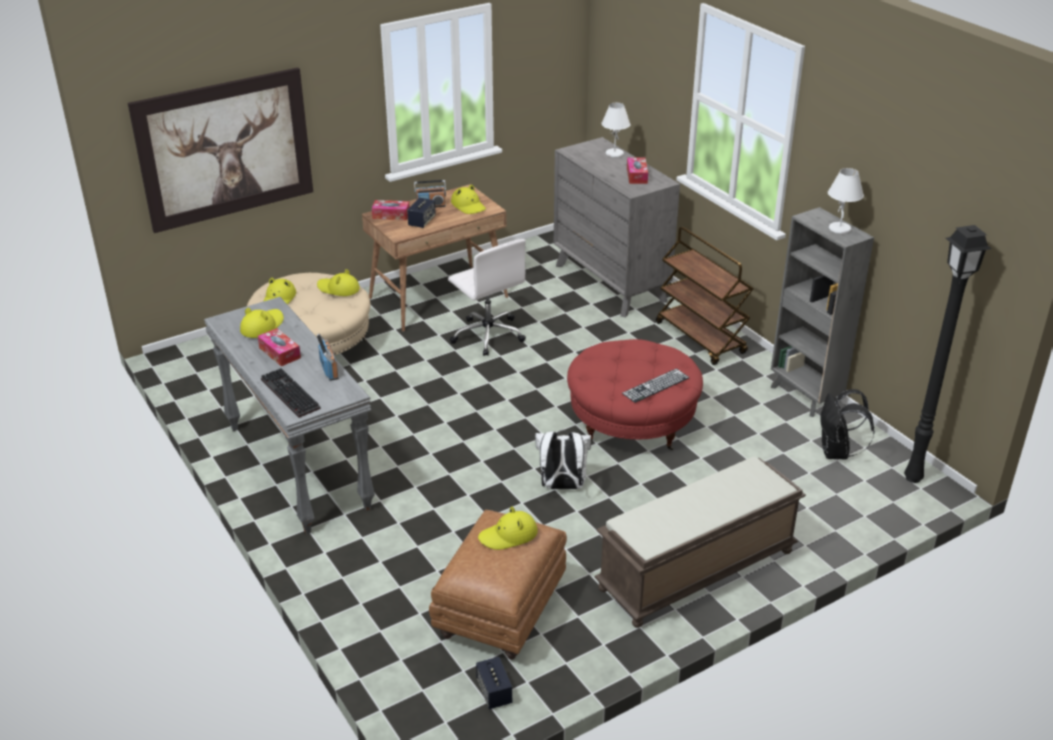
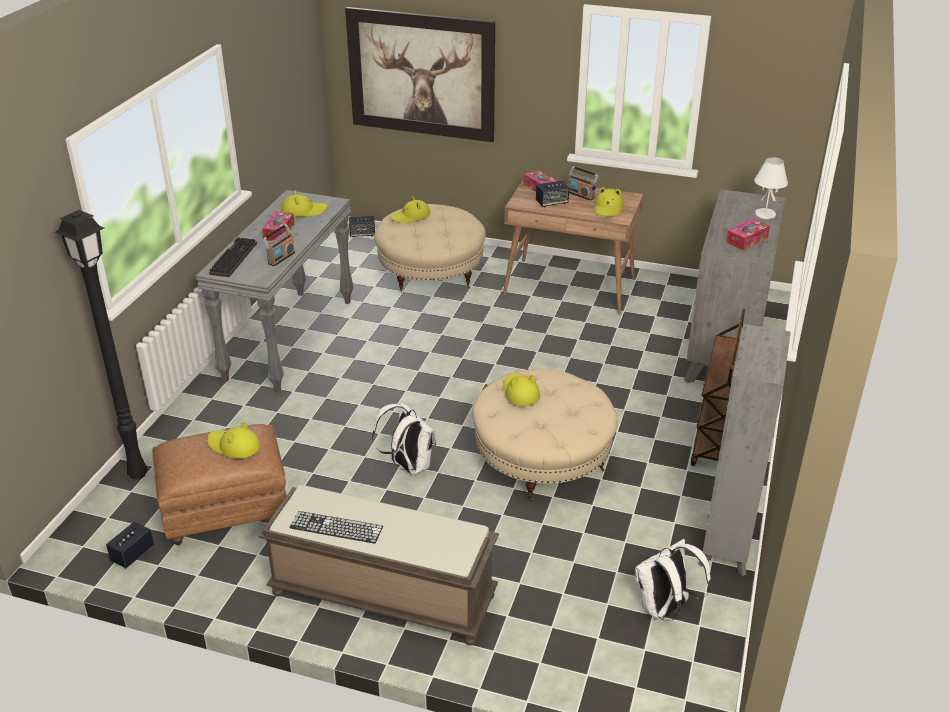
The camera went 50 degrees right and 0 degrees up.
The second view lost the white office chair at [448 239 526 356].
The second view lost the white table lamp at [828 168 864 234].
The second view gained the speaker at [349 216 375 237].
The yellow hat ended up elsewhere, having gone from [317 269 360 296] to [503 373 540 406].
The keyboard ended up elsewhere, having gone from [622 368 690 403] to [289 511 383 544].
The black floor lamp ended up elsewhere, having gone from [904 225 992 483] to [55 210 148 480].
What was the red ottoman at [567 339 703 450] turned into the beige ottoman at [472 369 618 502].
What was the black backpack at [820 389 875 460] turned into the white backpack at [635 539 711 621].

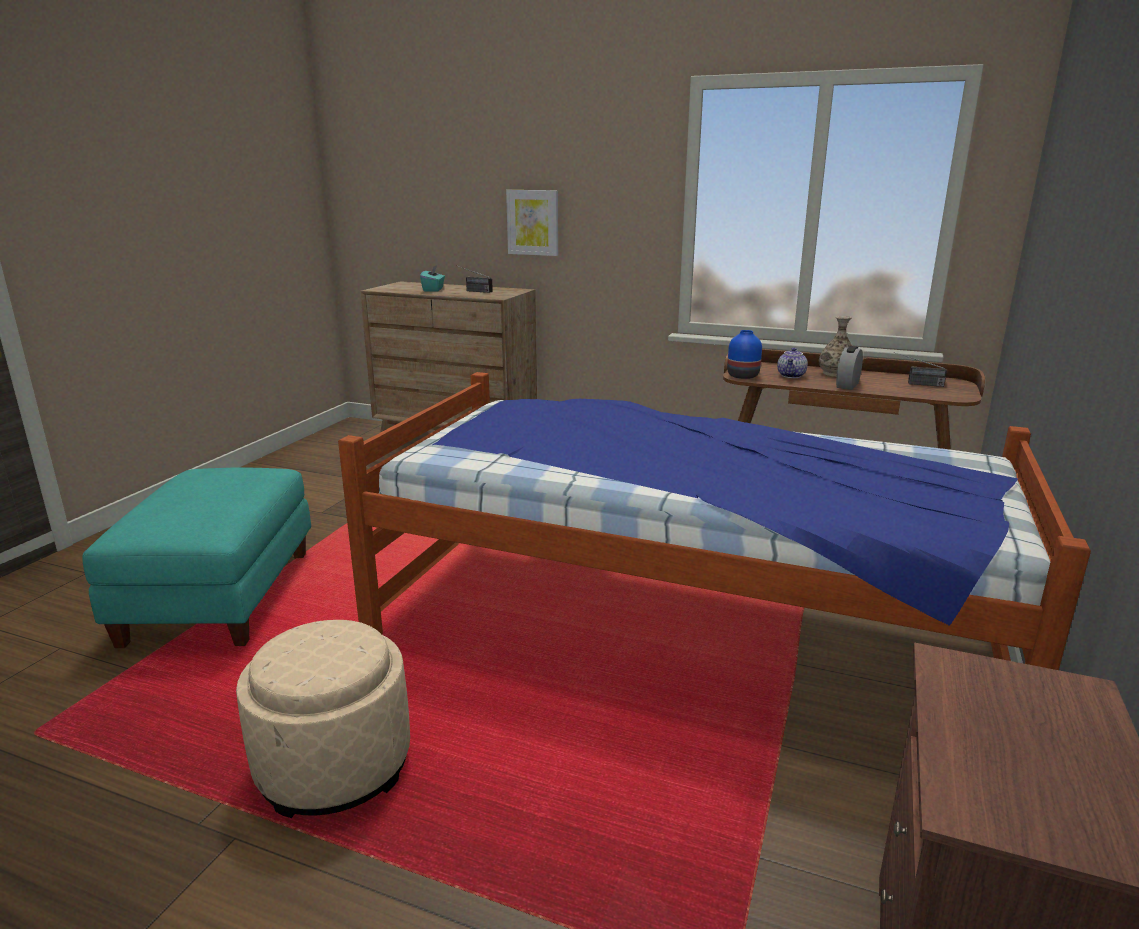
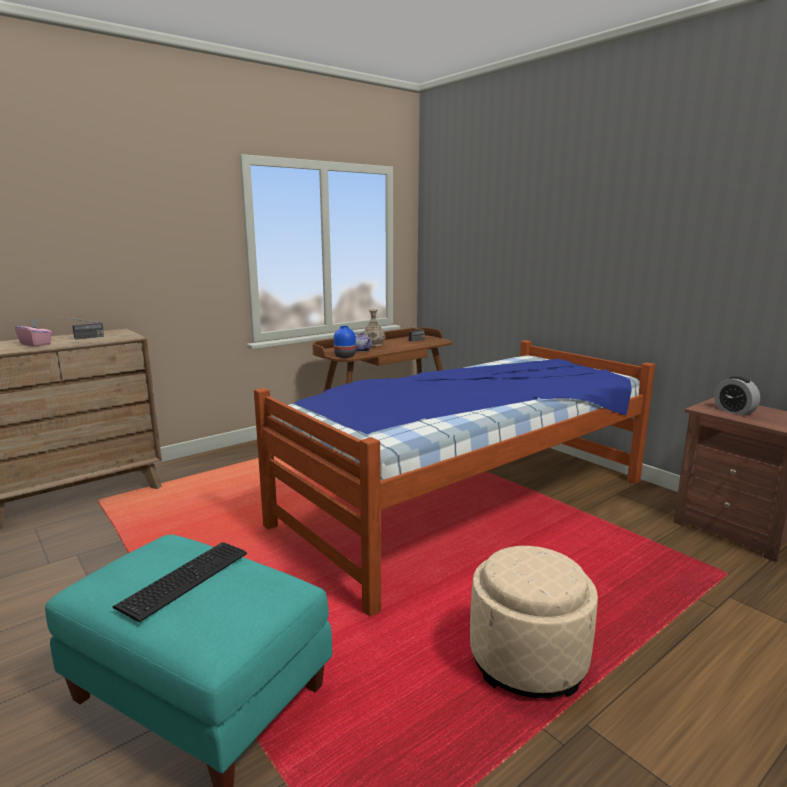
The camera went 60 degrees left and 5 degrees down.
The second view lost the picture at [506 190 558 256].
The second view gained the keyboard at [113 542 247 623].
The alarm clock ended up elsewhere, having gone from [836 346 863 390] to [714 376 760 416].
What was the turquoise tissue box at [420 265 445 292] turned into the pink tissue box at [15 318 52 347].

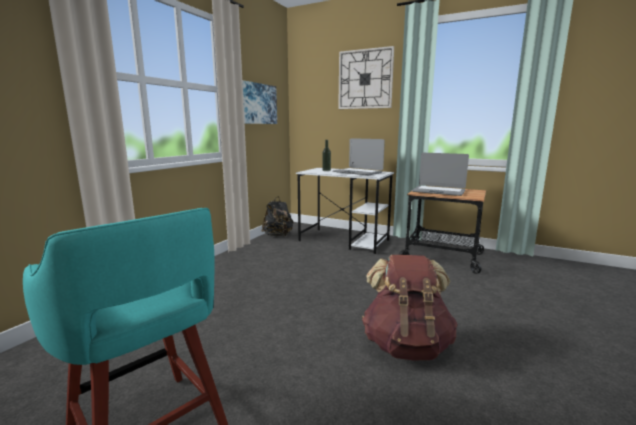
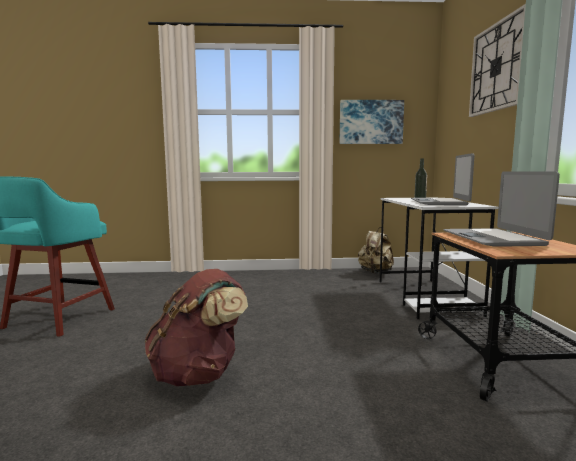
The camera went 60 degrees right and 5 degrees down.
What was the black backpack at [261 197 294 237] turned into the beige backpack at [358 227 394 274].

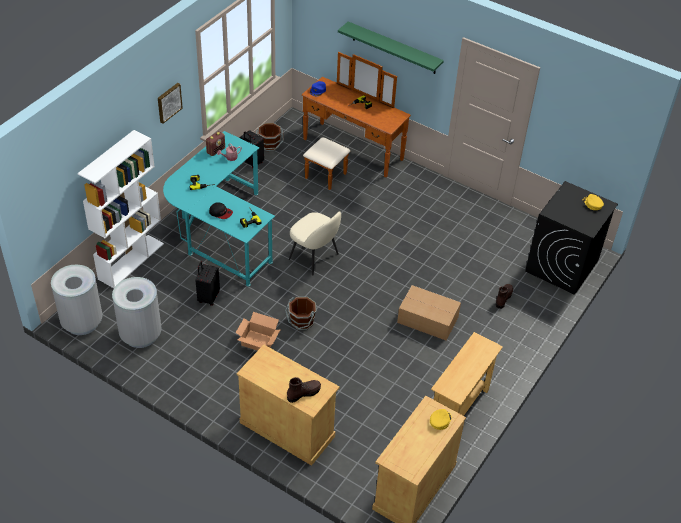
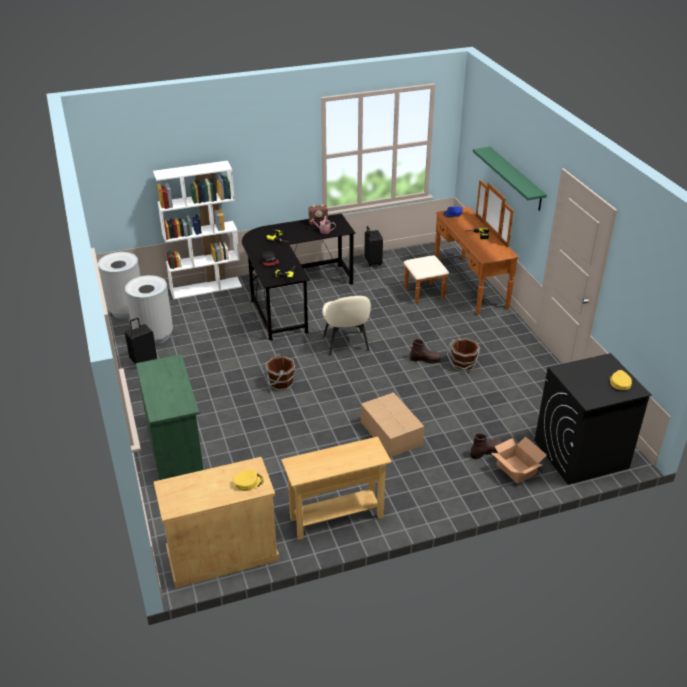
The camera went 40 degrees right and 10 degrees down.
The second view lost the picture at [158 83 183 124].
The black suitcase ended up elsewhere, having gone from [195 261 220 306] to [125 318 157 364].
The cardboard box ended up elsewhere, having gone from [236 312 281 351] to [492 437 547 484].
The brown bucket ended up elsewhere, having gone from [256 123 284 151] to [447 339 480 372].
The brown boot ended up elsewhere, having gone from [287 377 321 403] to [410 339 441 364].
What was the turquoise desk at [163 131 275 286] turned into the black desk at [242 214 356 341].
What was the beige cabinet at [237 345 340 466] turned into the green cabinet at [136 354 205 480].

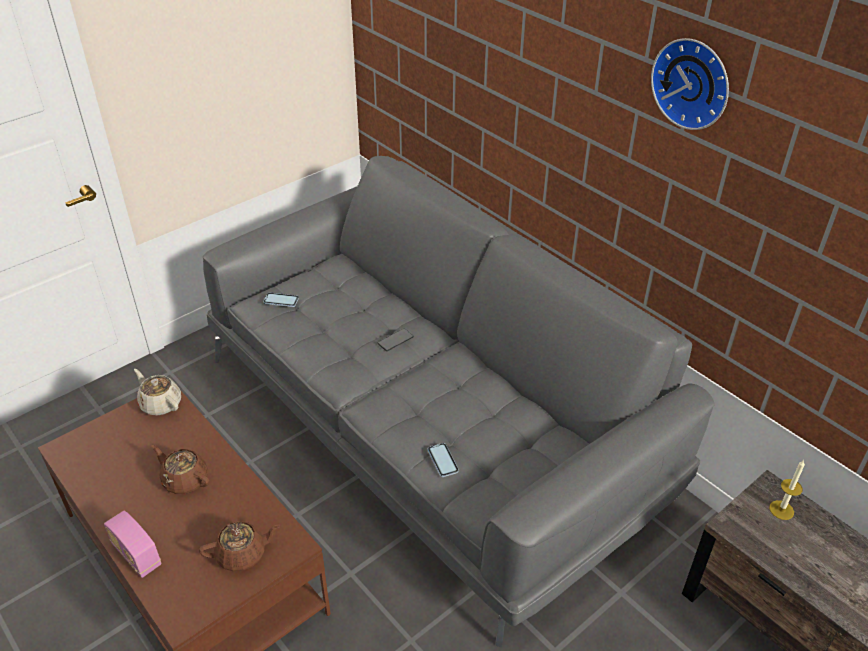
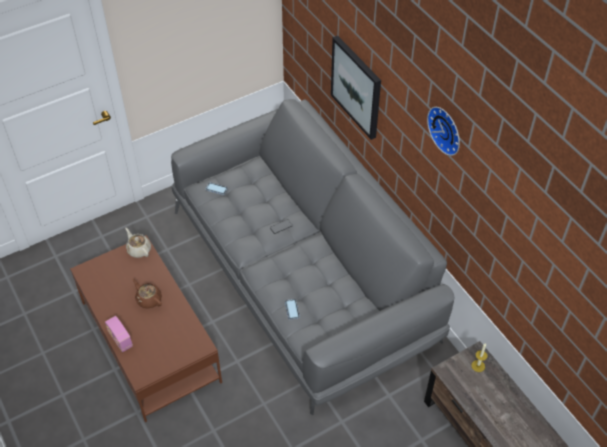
The camera went 10 degrees right and 10 degrees up.
The second view lost the brown teapot at [199 521 280 572].
The second view gained the picture at [331 35 381 140].

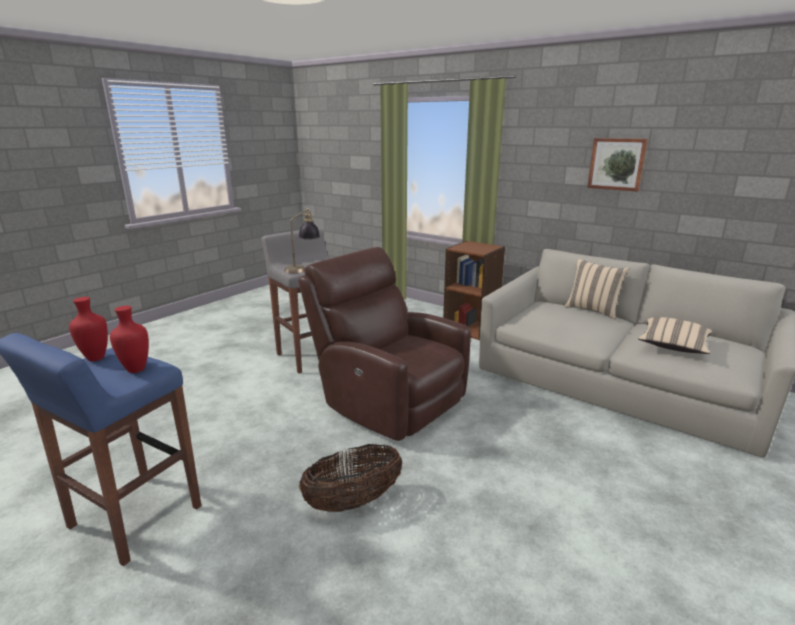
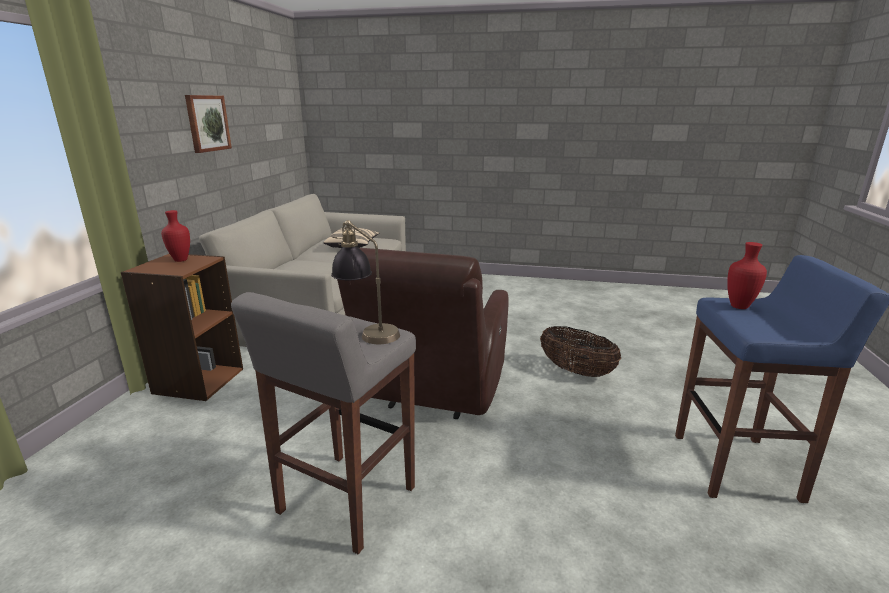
The camera went 115 degrees left and 0 degrees up.
The second view lost the beige pillow at [565 259 630 319].
The red vase ended up elsewhere, having gone from [69 297 108 361] to [161 210 190 262].

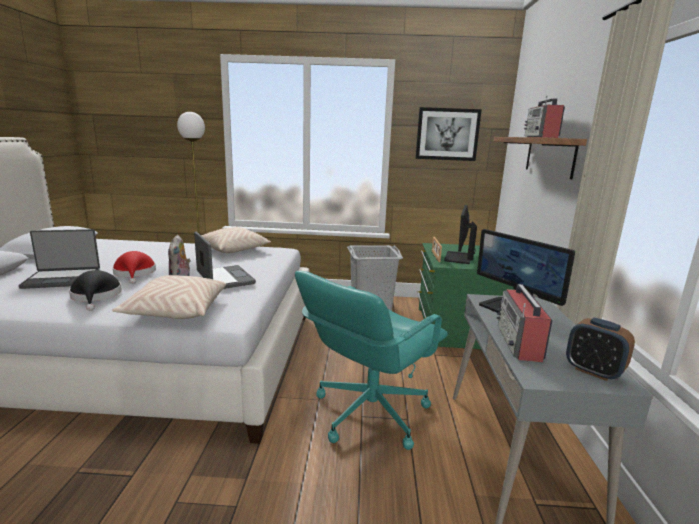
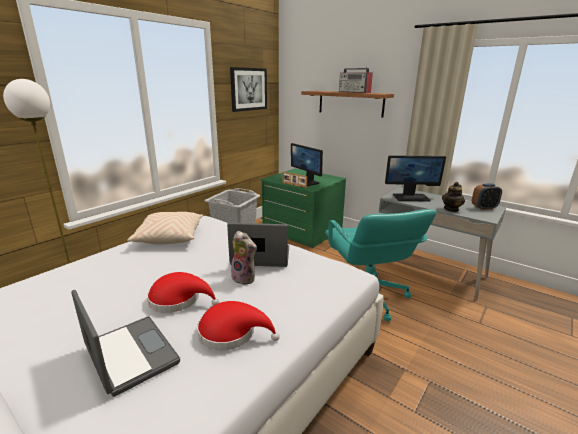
The camera went 55 degrees left and 5 degrees up.
The second view lost the beige pillow at [112 275 226 319].
Where the radio stood at [497 284 553 362], the teapot came to stand at [442 182 465 212].
What was the black hat at [69 270 122 311] turned into the red hat at [197 301 280 350].
The laptop at [19 229 100 289] ended up facing another way, 60 degrees counterclockwise from before.

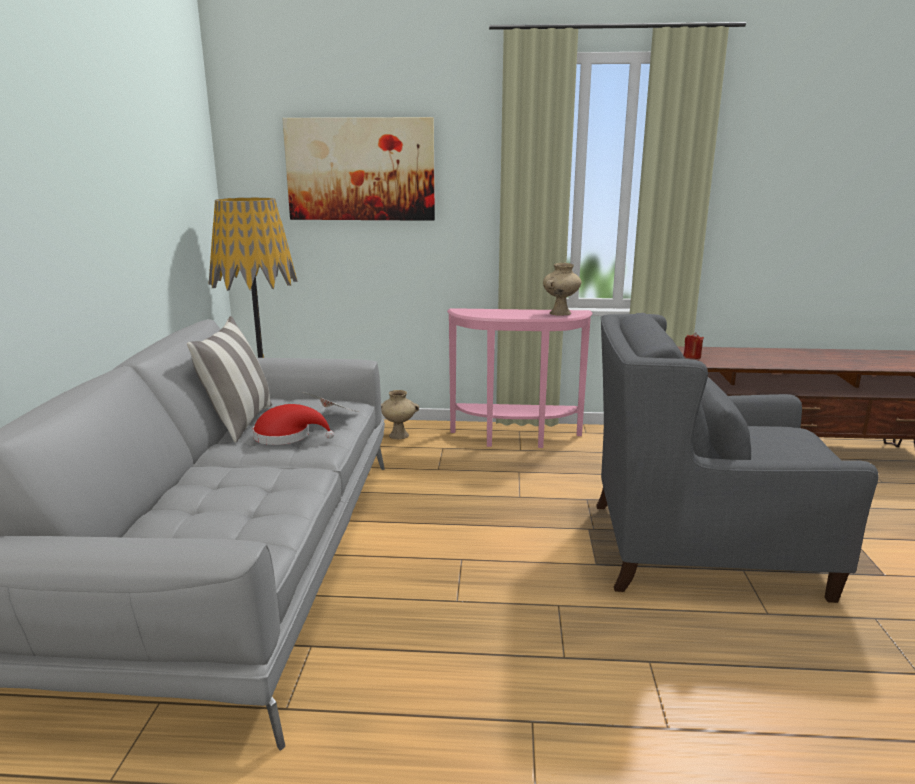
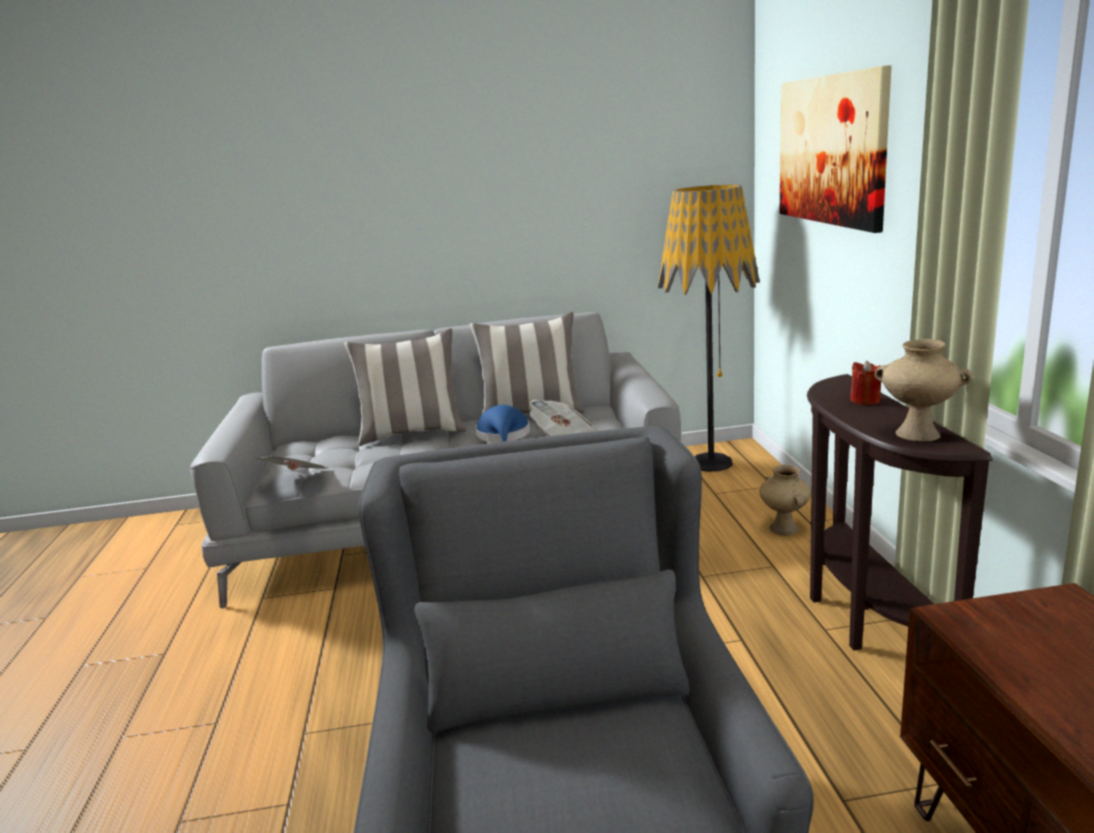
The camera went 80 degrees right and 0 degrees up.
The second view gained the newspaper at [256 457 331 470].
The second view gained the pillow at [344 328 467 446].
The red candle ended up elsewhere, having gone from [683 333 704 359] to [850 361 881 405].
What was the red hat at [253 404 334 445] turned into the blue hat at [475 405 530 442].
What was the pink console table at [447 308 592 448] turned into the brown console table at [807 374 993 651].

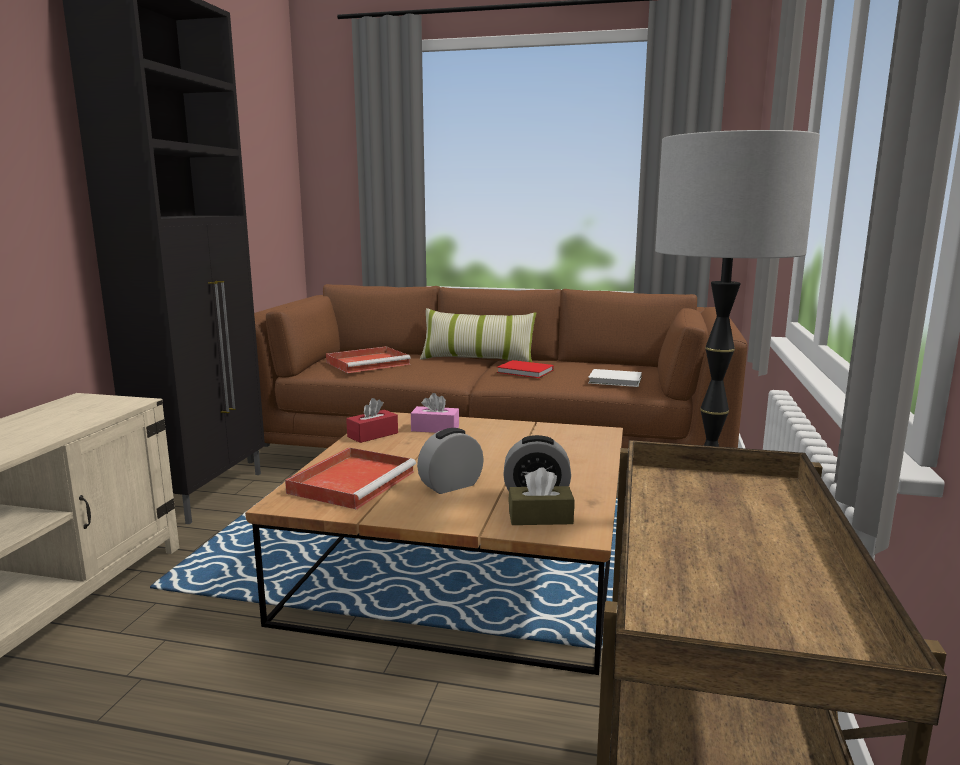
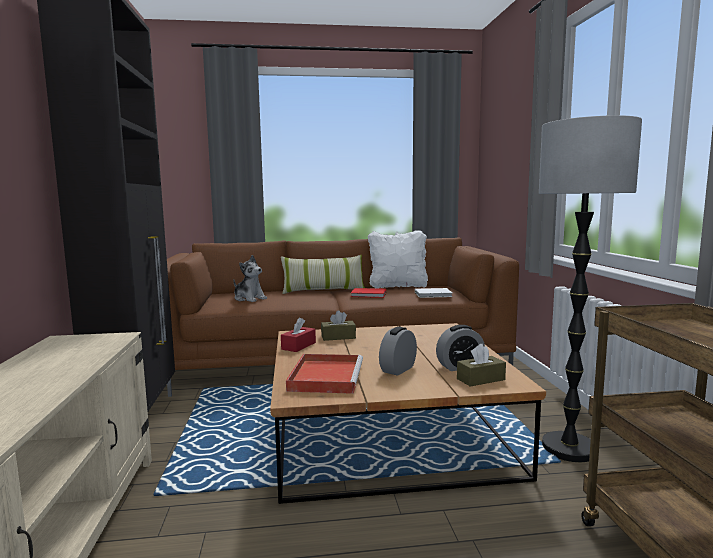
The camera went 20 degrees left and 5 degrees down.
The second view gained the white pillow at [368 230 428 289].
Where the red tray stood at [326 346 411 373], the plush toy came to stand at [234 255 267 302].
What was the pink tissue box at [411 393 459 433] turned into the brown tissue box at [321 310 356 341].

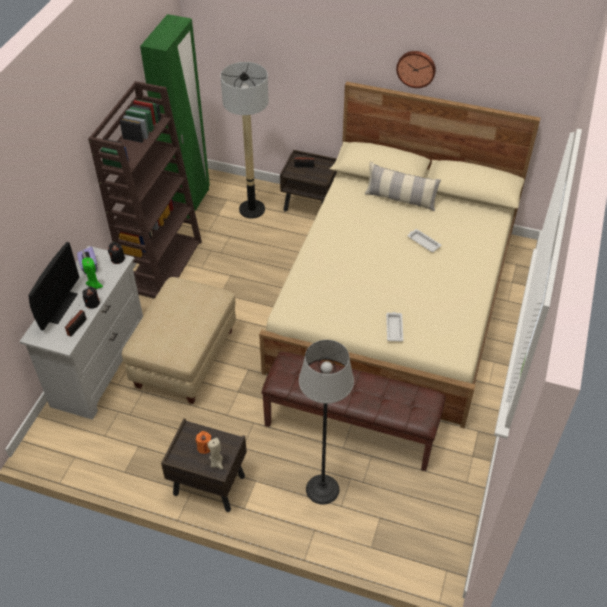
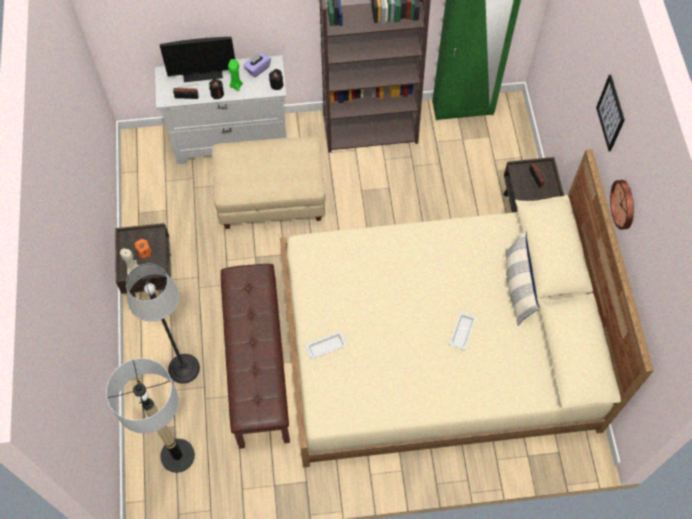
The camera went 65 degrees right and 15 degrees up.
The second view gained the picture at [596 75 625 151].
The floor lamp ended up elsewhere, having gone from [220 62 269 219] to [106 358 195 473].

